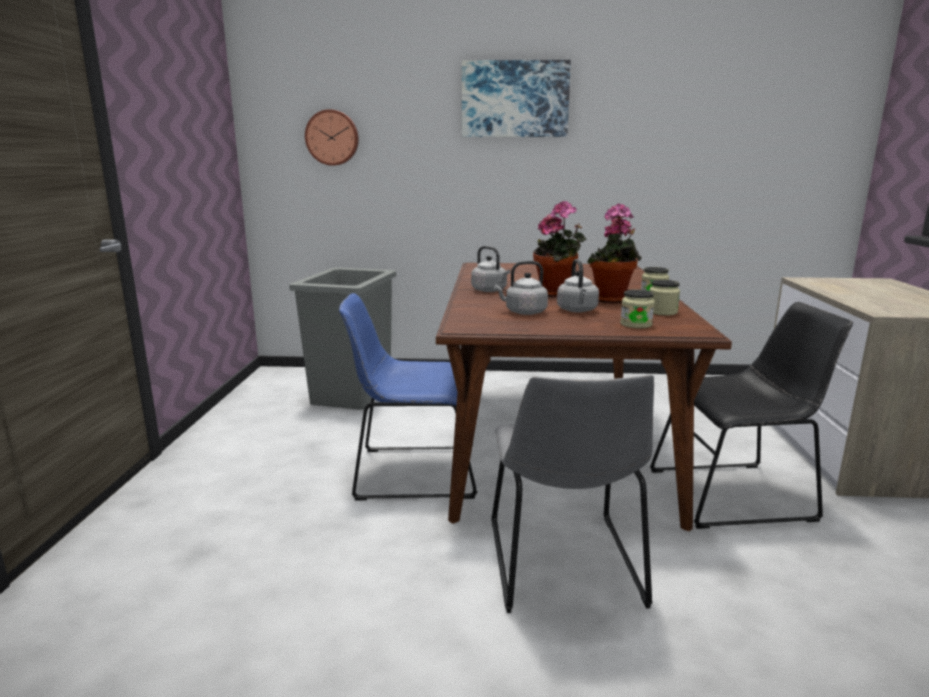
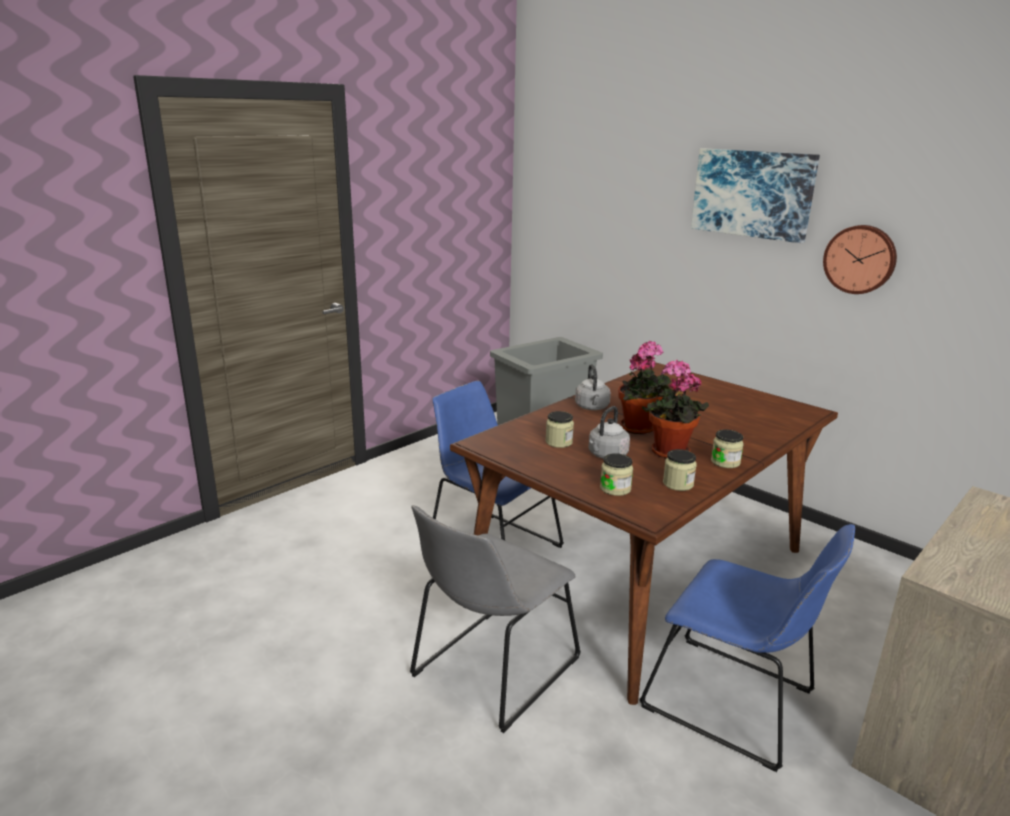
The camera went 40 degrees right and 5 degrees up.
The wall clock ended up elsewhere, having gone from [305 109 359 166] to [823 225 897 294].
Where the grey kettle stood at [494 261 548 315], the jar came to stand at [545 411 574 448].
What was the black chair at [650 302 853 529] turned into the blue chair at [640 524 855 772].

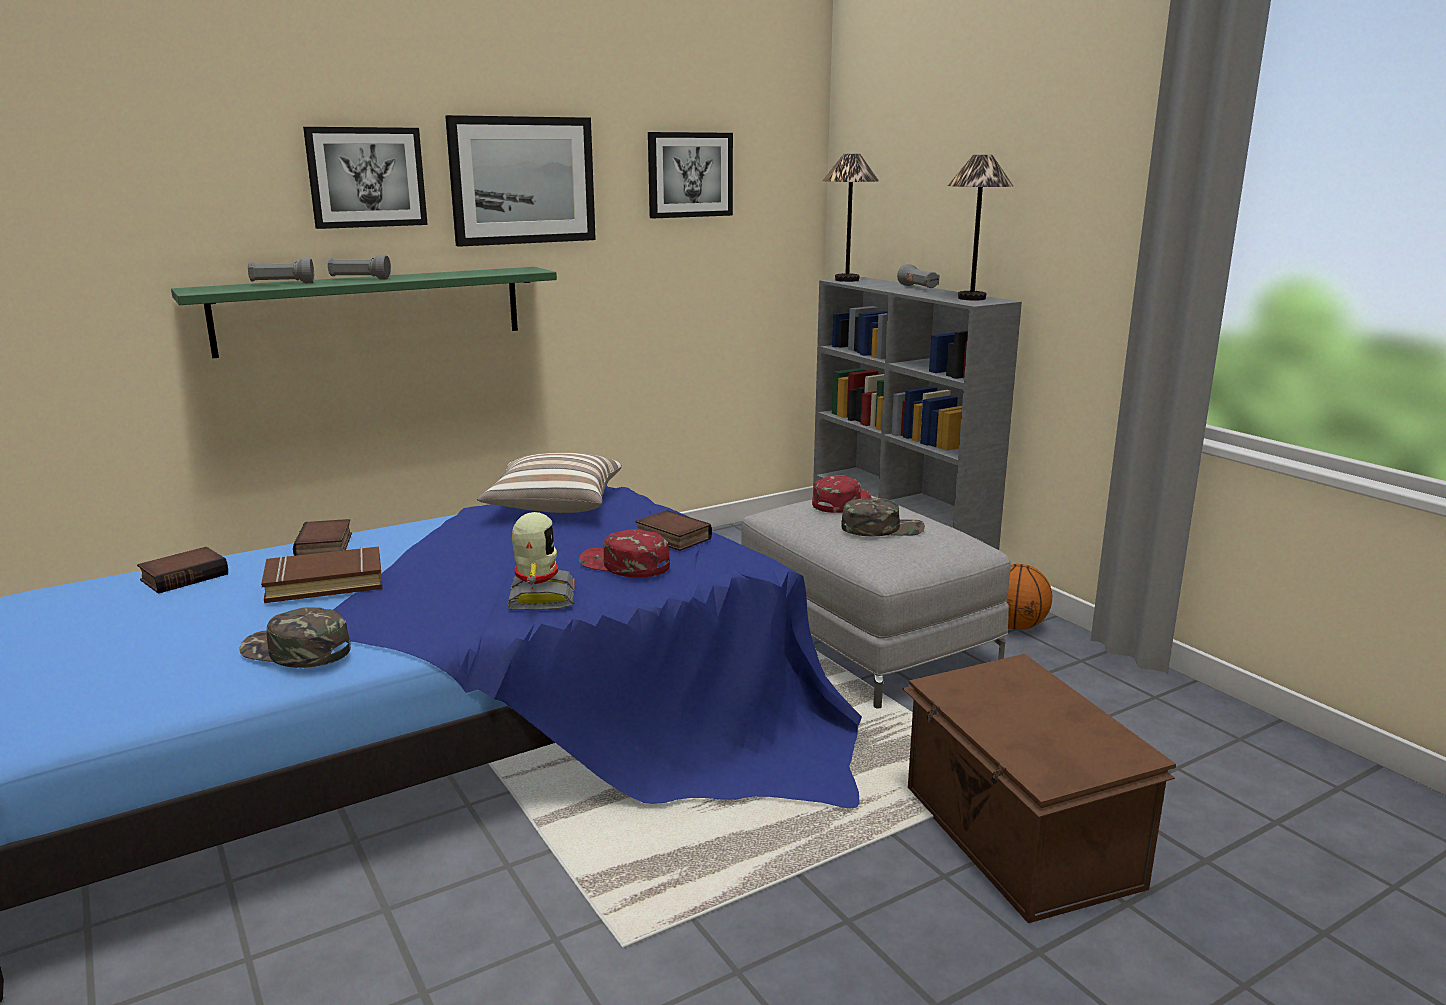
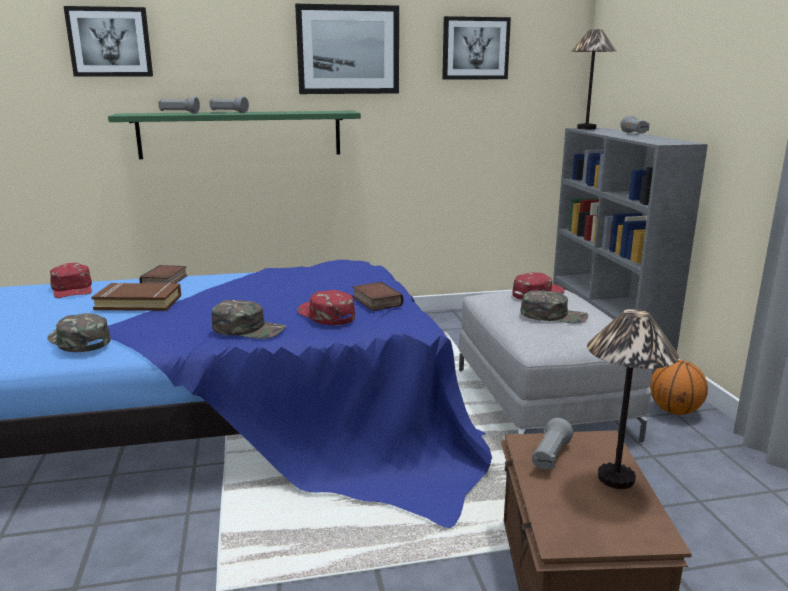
The camera went 20 degrees right and 0 degrees up.
The second view lost the pillow at [477 453 622 513].
The second view gained the grey flashlight at [532 418 574 470].
The picture ended up elsewhere, having gone from [303 127 428 229] to [63 6 153 77].
The table lamp ended up elsewhere, having gone from [948 155 1013 301] to [587 309 679 489].
Where the book stood at [137 547 228 593], the red cap came to stand at [50 263 92 298].
Where the toy robot stood at [508 512 575 610], the green cap came to stand at [212 300 286 339].

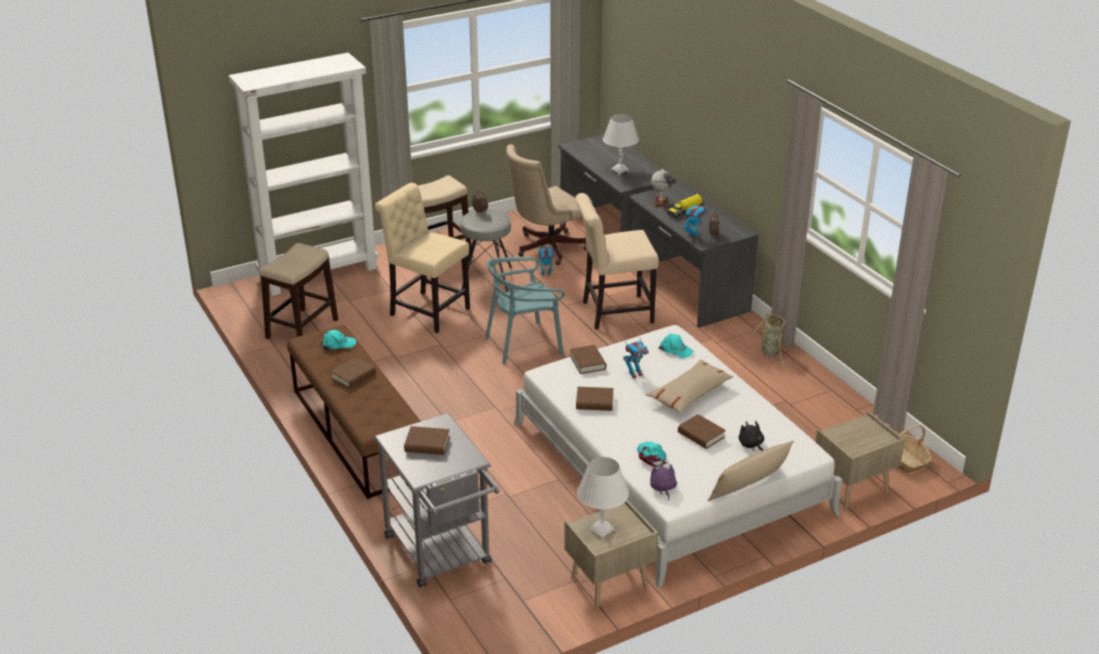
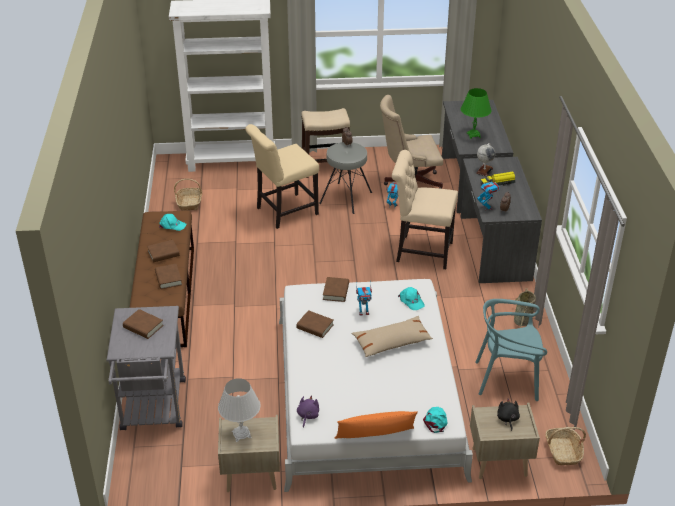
The camera went 25 degrees right and 5 degrees up.
The turquoise chair ended up elsewhere, having gone from [485 257 565 364] to [475 299 547 401].
The turquoise cap ended up elsewhere, having gone from [637 442 667 467] to [423 407 448 433].
The brown book ended up elsewhere, having gone from [678 414 726 449] to [155 264 182 289].
The black plush toy ended up elsewhere, having gone from [739 421 764 451] to [497 398 520 431].
Where the stool stood at [259 243 338 339], the basket came to stand at [174 179 202 211].
What was the white table lamp at [603 114 639 175] turned into the green table lamp at [461 88 492 139].
What was the beige pillow at [708 440 794 501] turned into the orange pillow at [335 411 418 439].
The beige chair at [375 183 470 333] ended up facing another way, 90 degrees counterclockwise from before.

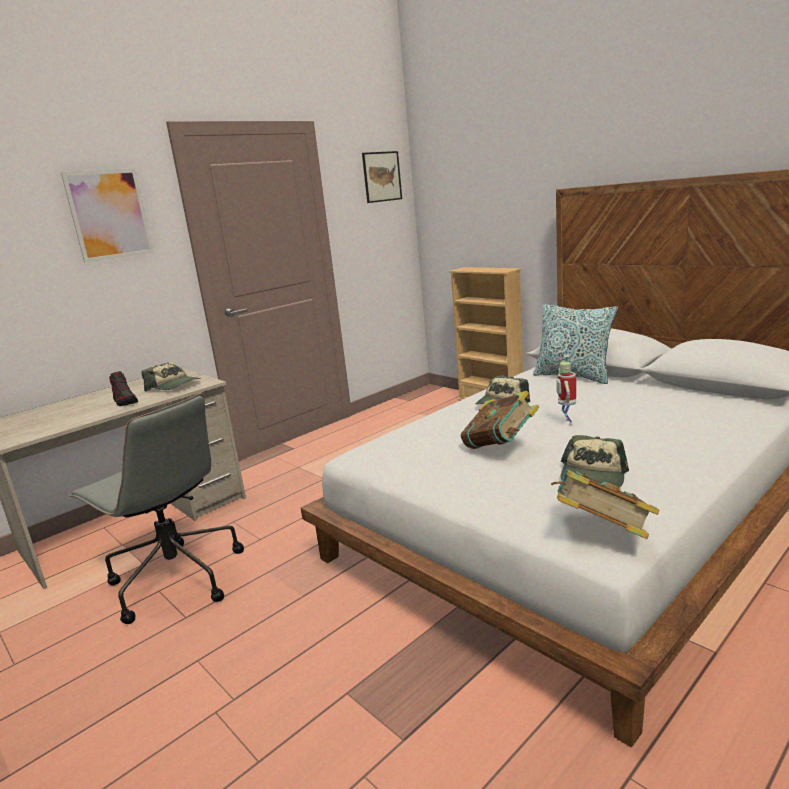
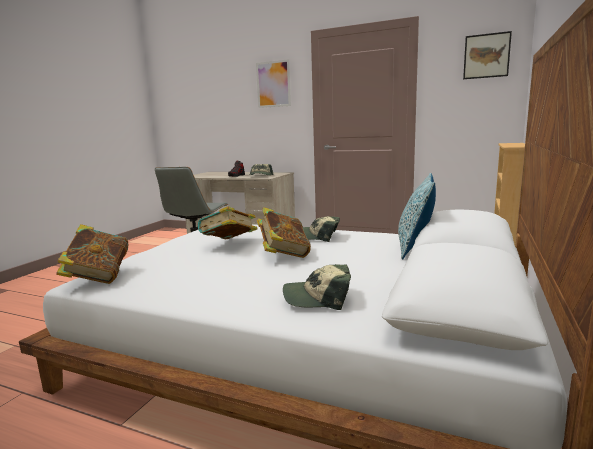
The camera went 65 degrees right and 5 degrees down.
The cap ended up elsewhere, having gone from [561 435 629 488] to [283 264 351 310].
Where the toy robot stood at [556 355 576 426], the book came to stand at [257 207 311 258].

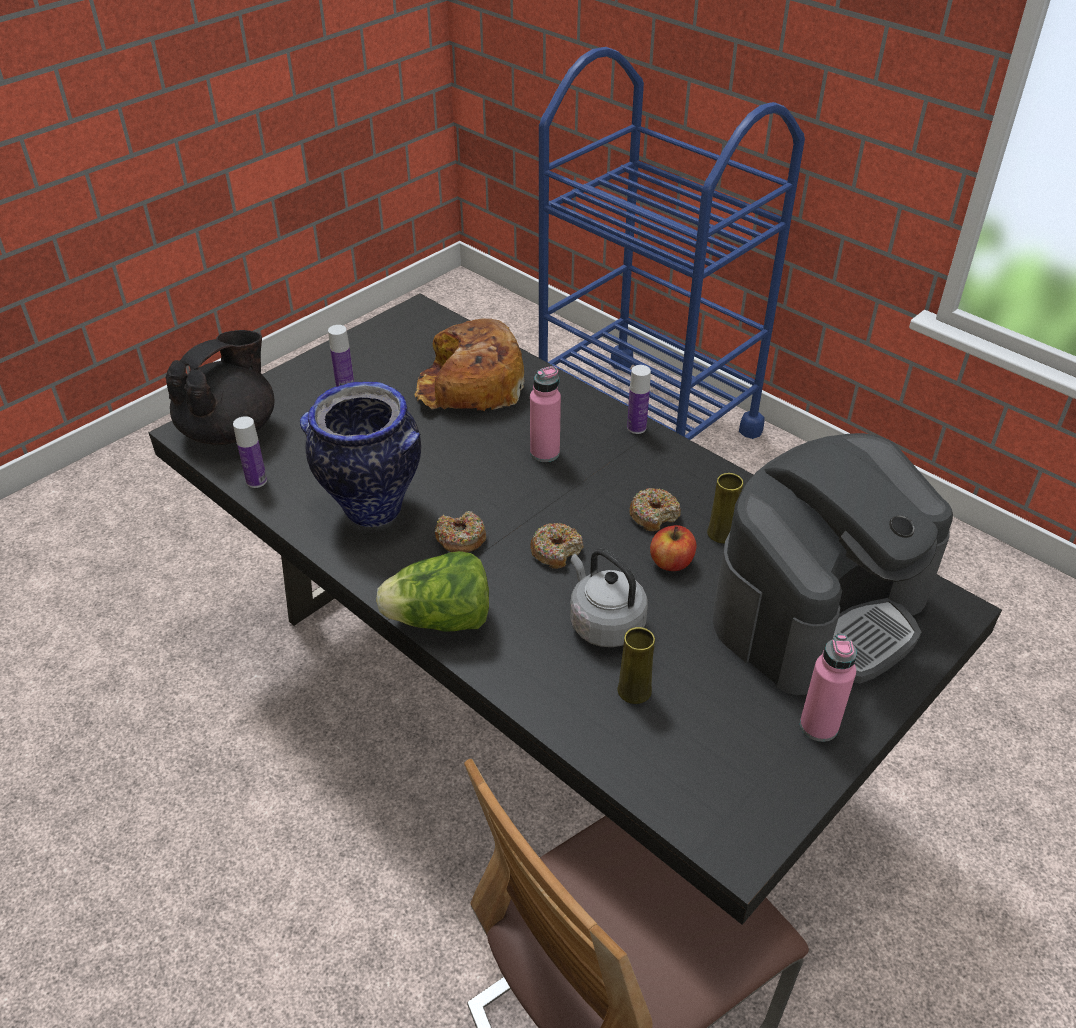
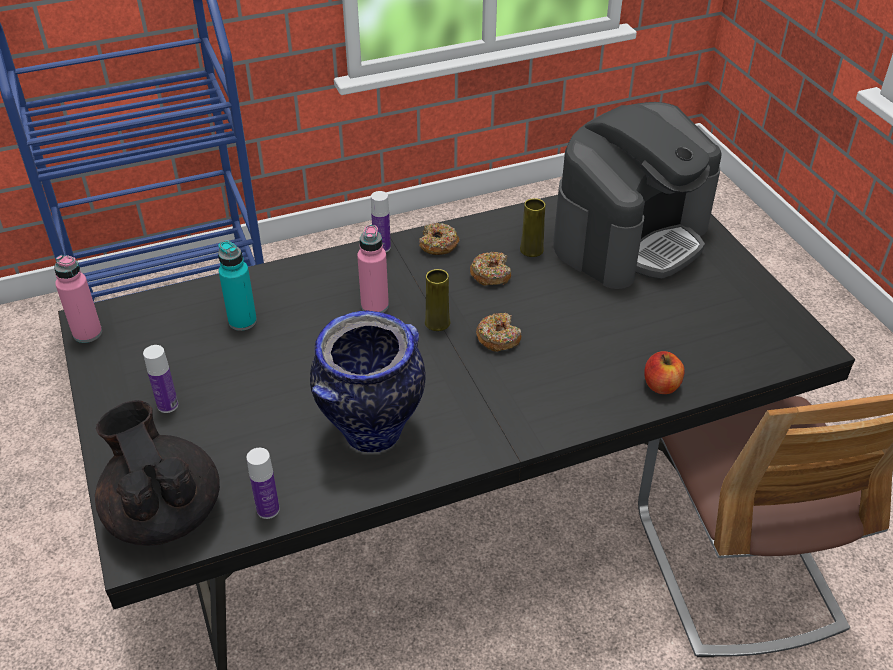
The camera went 65 degrees left and 0 degrees up.
The second view lost the lettuce at [376 551 489 632].
The second view lost the grey kettle at [570 549 648 647].
The donut ended up elsewhere, having gone from [435 511 486 553] to [419 223 460 255].
The yellow vase ended up elsewhere, having gone from [618 627 655 704] to [425 269 451 331].
The apple ended up elsewhere, having gone from [650 525 696 571] to [644 351 685 394].
The pink bottle ended up elsewhere, having gone from [800 634 857 742] to [54 255 102 343].
Where the bread stood at [415 318 525 411], the turquoise bottle came to stand at [218 240 257 331].
The coffee machine at [713 433 953 695] ended up facing another way, 60 degrees clockwise from before.

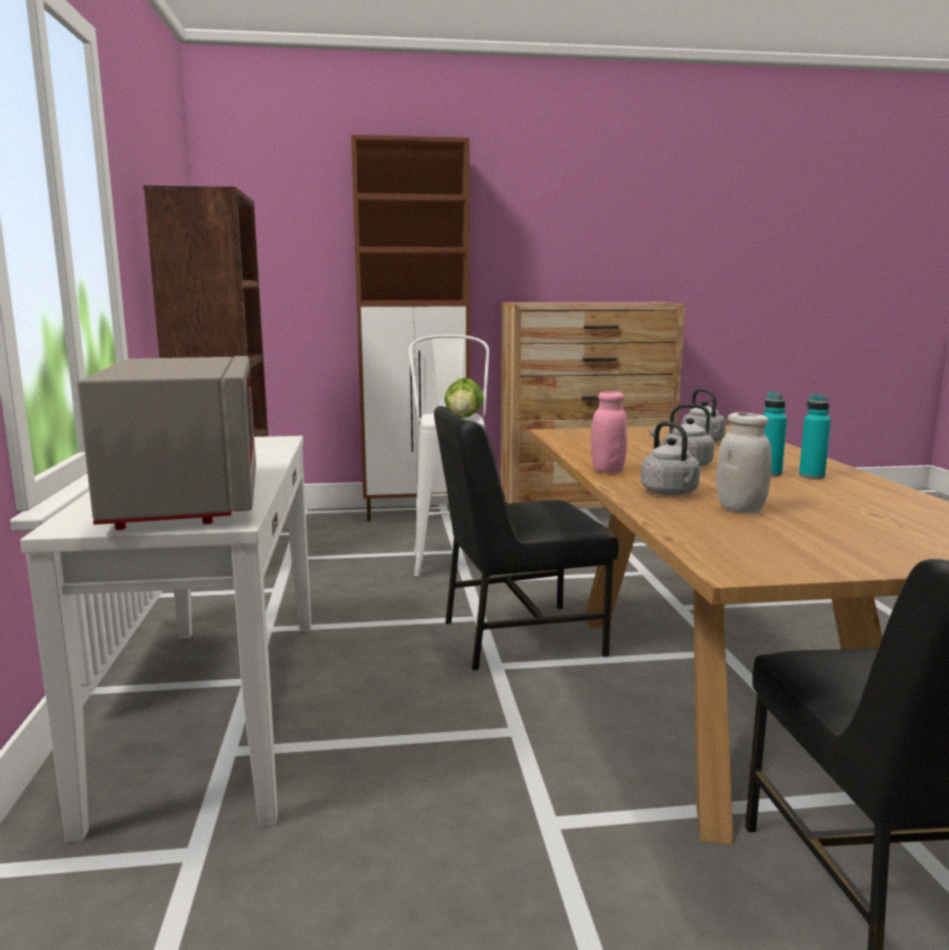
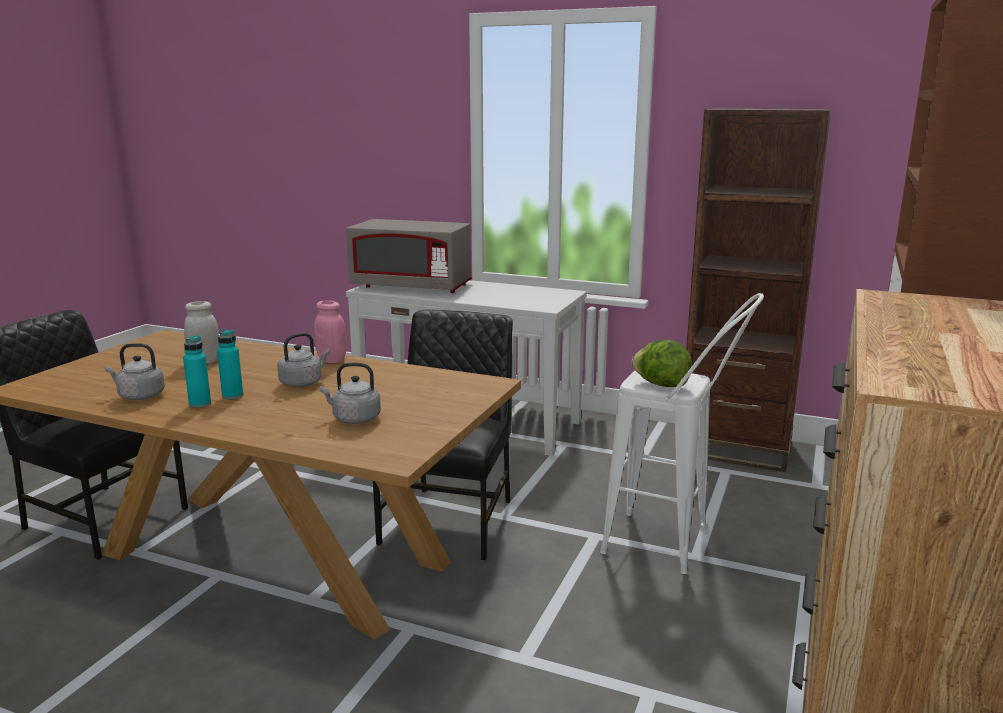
The camera went 120 degrees right and 5 degrees up.
The grey kettle ended up elsewhere, having gone from [641 421 703 496] to [105 343 165 400].

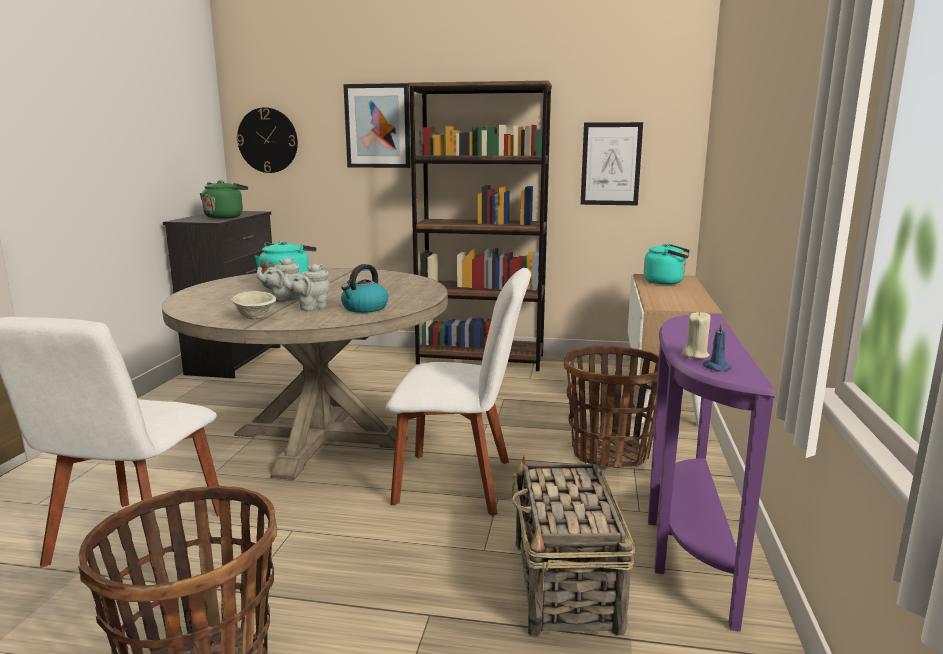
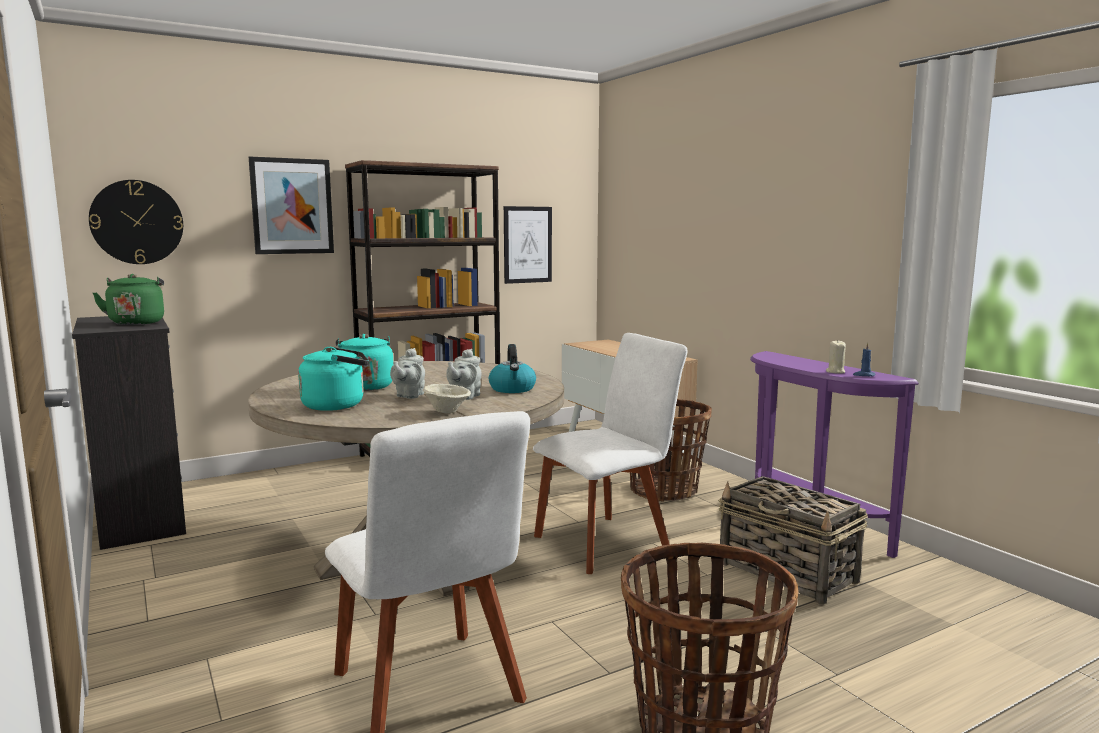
The camera went 40 degrees left and 5 degrees down.
The turquoise kettle ended up elsewhere, having gone from [644 244 690 285] to [298 346 369 411].

